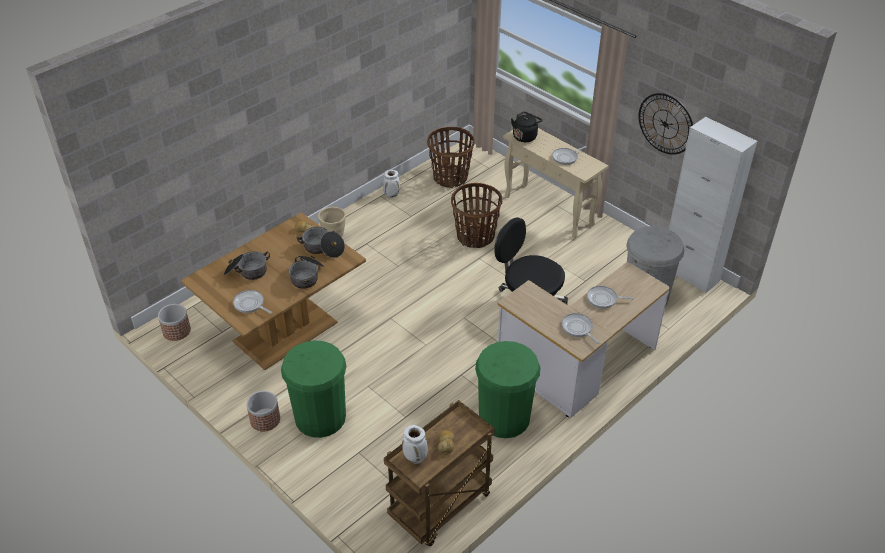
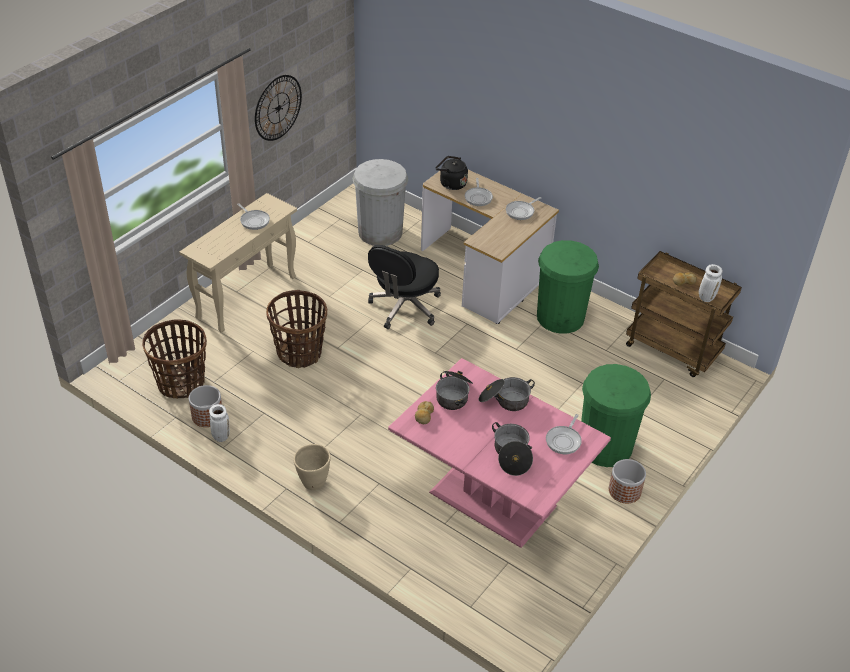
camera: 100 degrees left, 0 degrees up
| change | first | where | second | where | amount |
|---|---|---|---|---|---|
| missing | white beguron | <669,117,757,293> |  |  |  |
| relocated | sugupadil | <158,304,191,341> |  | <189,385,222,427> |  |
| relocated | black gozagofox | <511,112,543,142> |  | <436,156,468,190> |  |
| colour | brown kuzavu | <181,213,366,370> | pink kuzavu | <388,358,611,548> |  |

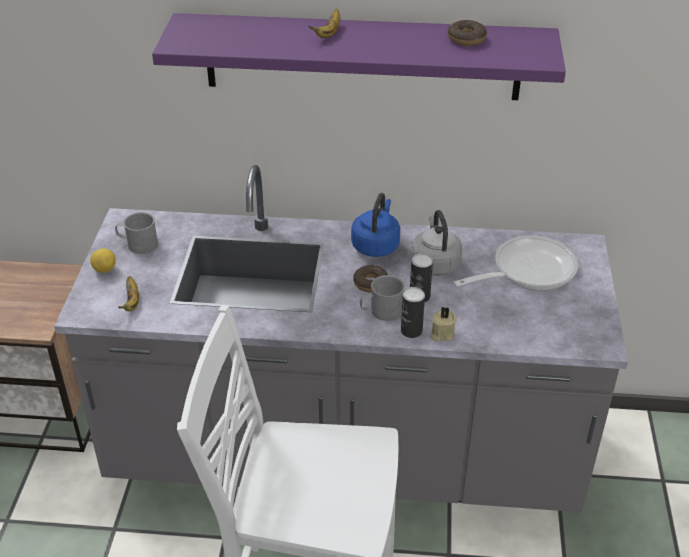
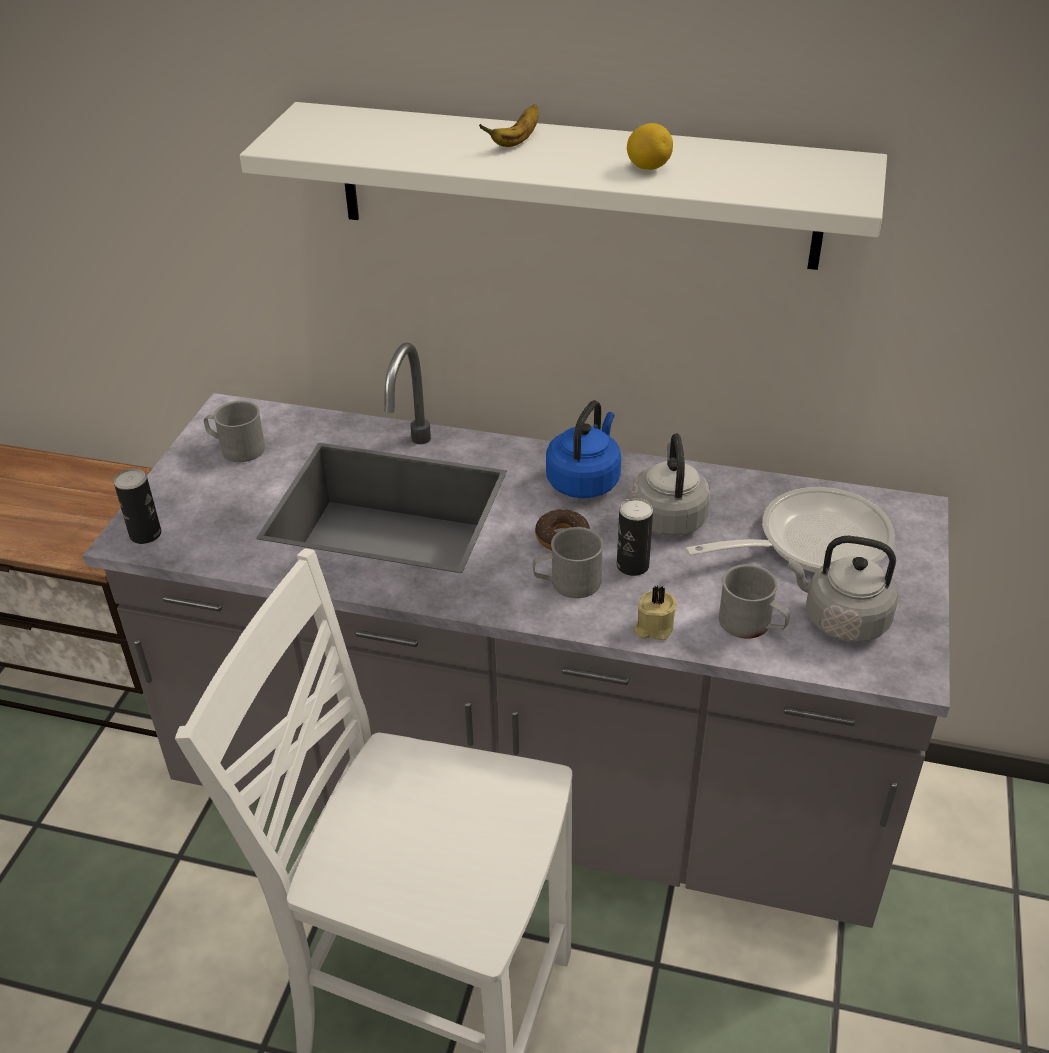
camera: 10 degrees right, 0 degrees up
| change | first | where | second | where | amount |
|---|---|---|---|---|---|
| missing | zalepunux | <118,276,139,311> |  |  |  |
| missing | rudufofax | <448,20,487,46> |  |  |  |
| appeared |  |  | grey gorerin | <719,564,790,639> |  |
| appeared |  |  | grey gozagofox | <788,536,898,643> |  |
| relocated | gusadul | <90,248,116,273> |  | <627,123,673,170> |  |
| relocated | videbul | <401,287,425,338> |  | <114,469,161,544> |  |
| colour | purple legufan | <152,13,566,100> | white legufan | <240,102,887,270> |  |

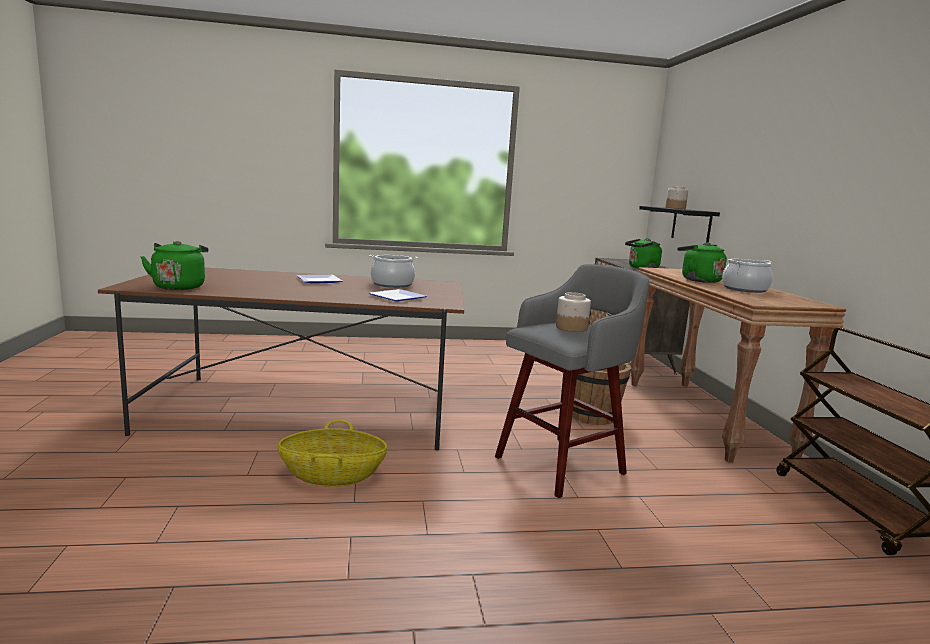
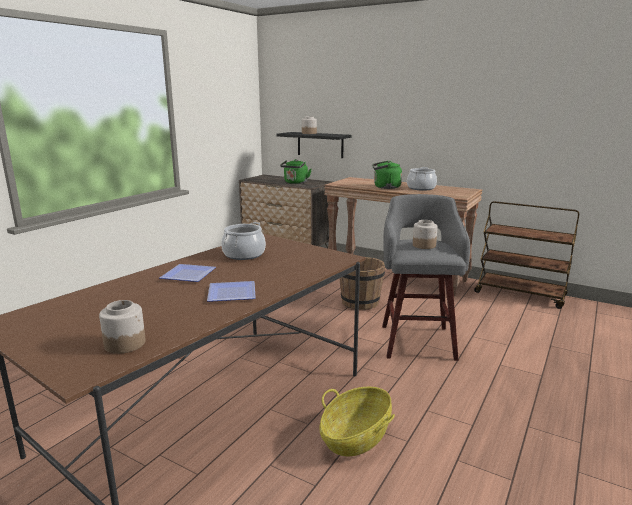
camera: 50 degrees left, 5 degrees up
| change | first | where | second | where | amount |
|---|---|---|---|---|---|
| relocated | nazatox | <369,289,427,301> |  | <207,281,256,302> |  |
| exchanged | green gozagofox | <140,241,208,290> | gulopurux | <99,300,146,354> |  |

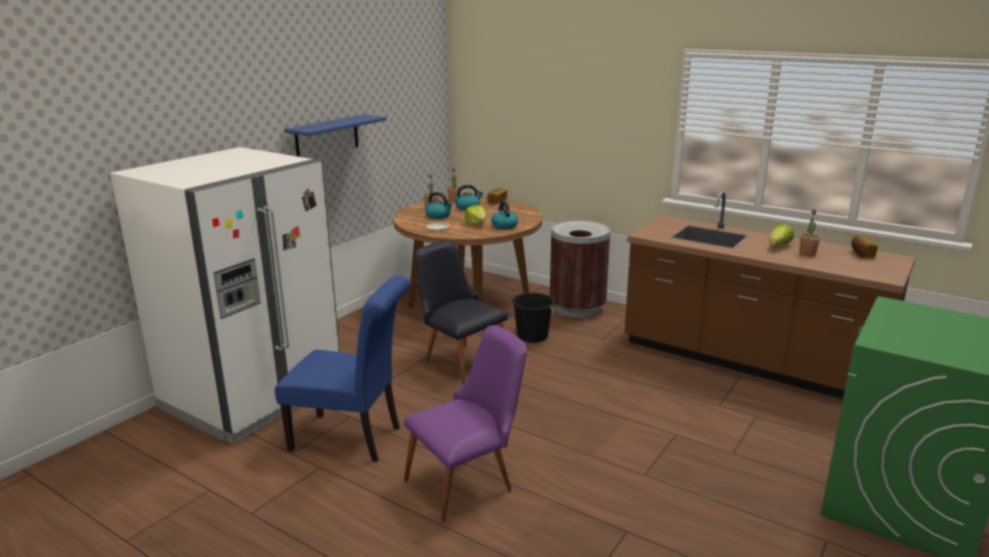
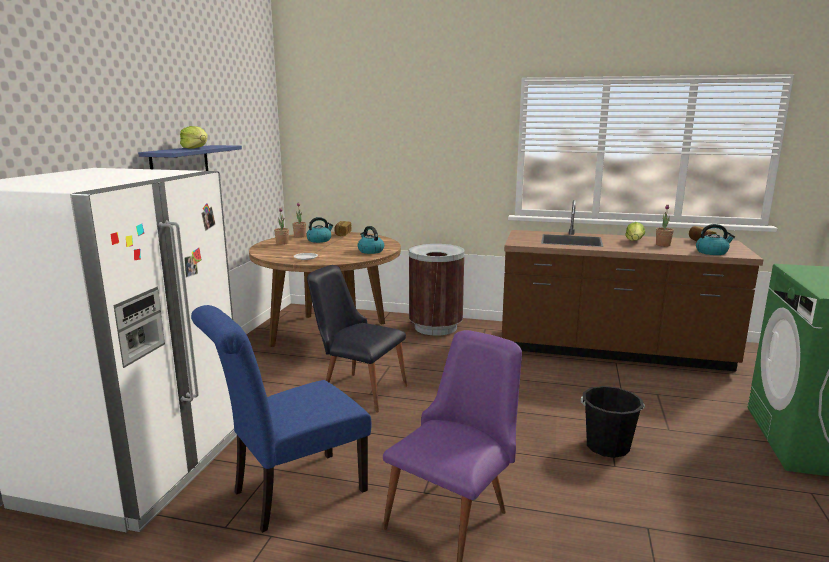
camera: 20 degrees left, 5 degrees down
| change | first | where | second | where | amount |
|---|---|---|---|---|---|
| relocated | gozagofox | <425,192,452,219> |  | <696,224,735,255> |  |
| relocated | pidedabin | <465,205,487,225> |  | <180,126,208,149> |  |
| relocated | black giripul | <512,293,555,343> |  | <581,386,644,458> |  |
| spun | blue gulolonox | <275,276,410,462> |  | <191,305,372,533> | 150 degrees clockwise |

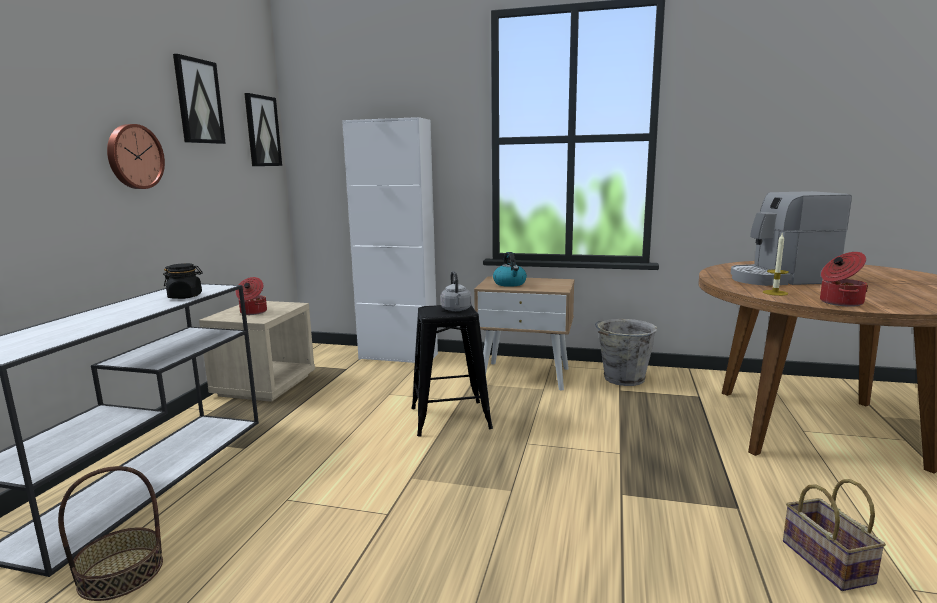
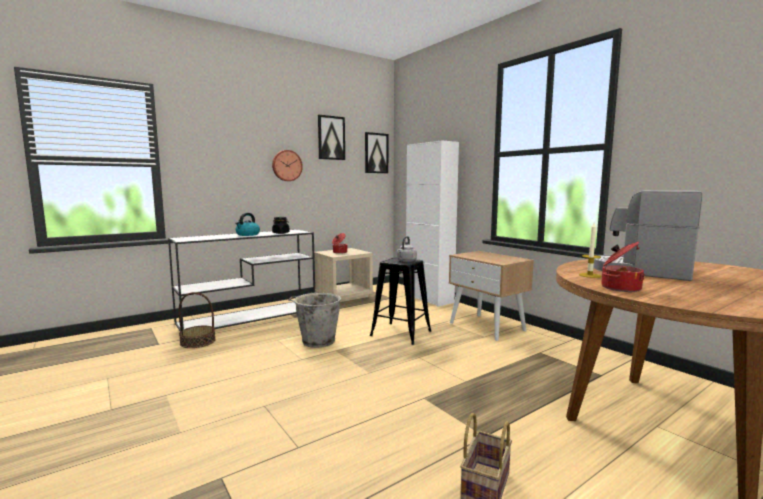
camera: 40 degrees right, 5 degrees down
| change | first | where | second | where | amount |
|---|---|---|---|---|---|
| relocated | gozagofox | <493,252,527,287> |  | <235,213,260,236> |  |
| relocated | grey giripul | <595,319,657,386> |  | <288,292,341,348> |  |

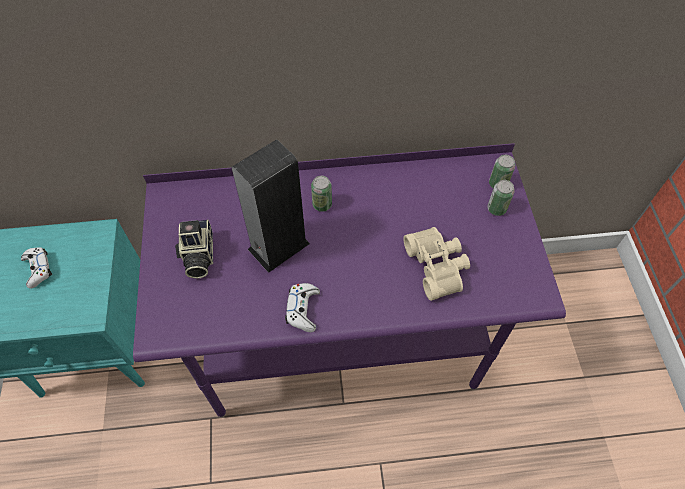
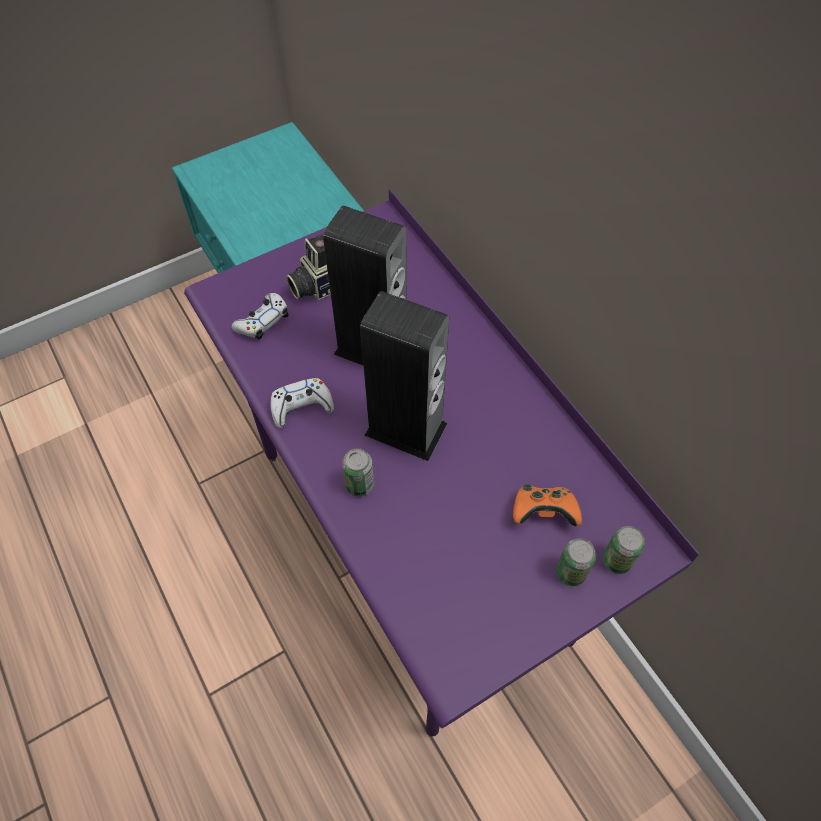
camera: 65 degrees right, 0 degrees up
| change | first | where | second | where | amount |
|---|---|---|---|---|---|
| missing | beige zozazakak | <403,227,470,301> |  |  |  |
| appeared |  |  | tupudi | <360,291,449,461> |  |
| appeared |  |  | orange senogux | <513,484,582,526> |  |
| relocated | white senogux | <21,247,52,289> |  | <232,293,289,340> |  |
| relocated | videbul | <311,176,332,212> |  | <342,448,374,497> |  |

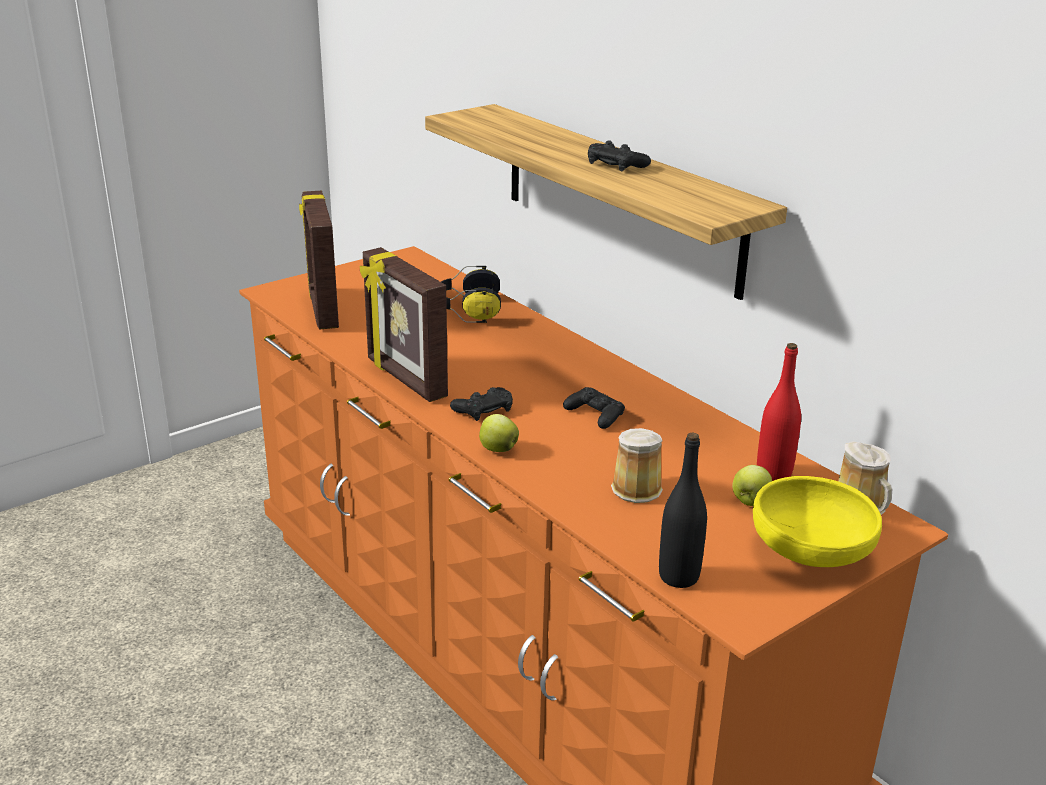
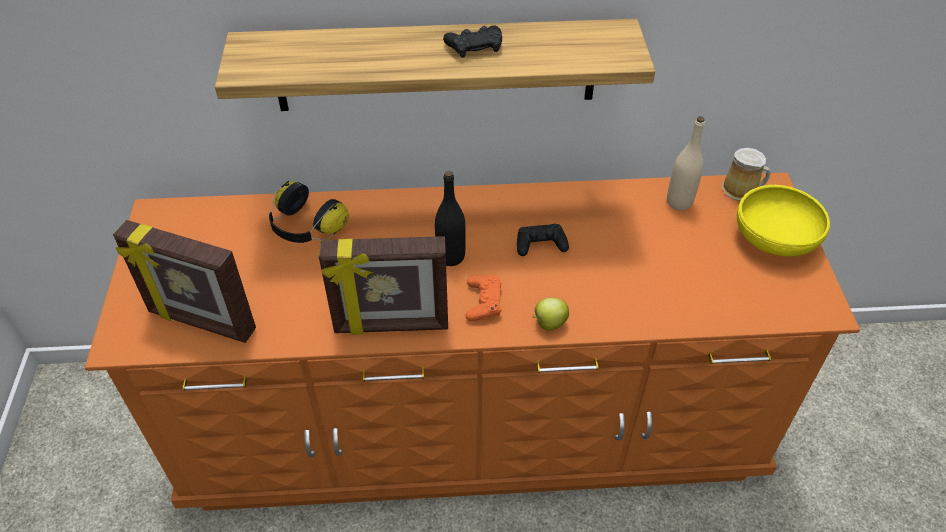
camera: 55 degrees left, 20 degrees up
| change | first | where | second | where | amount |
|---|---|---|---|---|---|
| missing | gorerin | <611,428,663,503> |  |  |  |
| missing | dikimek | <732,465,772,506> |  |  |  |
| relocated | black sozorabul | <659,433,707,588> |  | <435,171,466,266> |  |
| colour | black senogux | <450,387,513,421> | orange senogux | <466,275,502,321> |  |
| colour | red sozorabul | <757,343,801,481> | beige sozorabul | <667,116,705,211> |  |

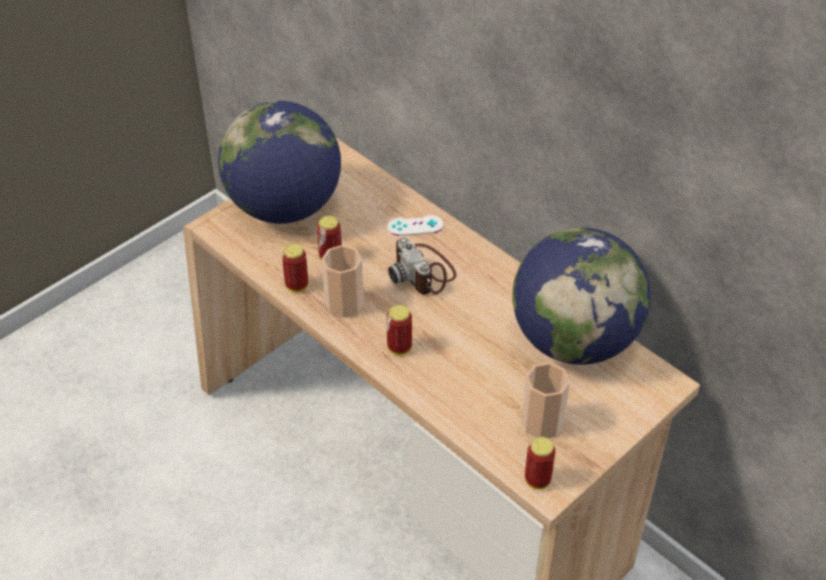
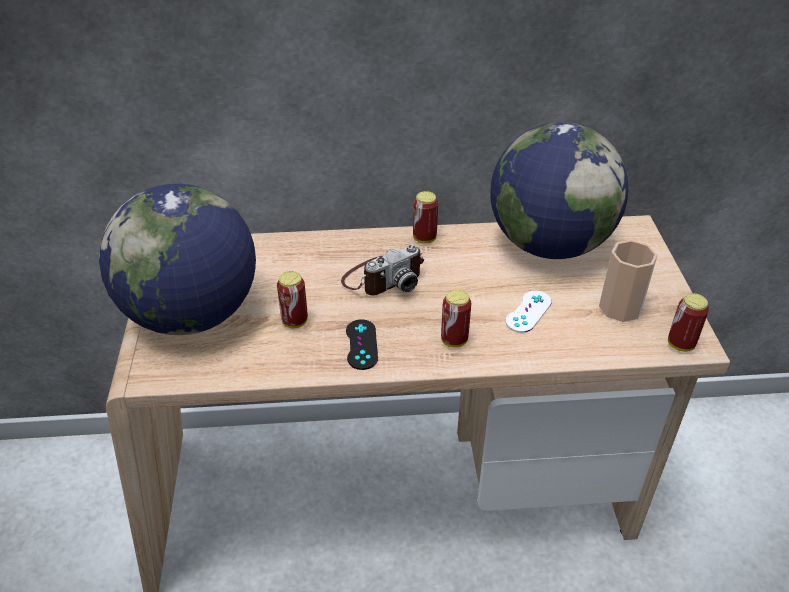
camera: 50 degrees left, 5 degrees down
| change | first | where | second | where | amount |
|---|---|---|---|---|---|
| relocated | videbul | <282,244,308,292> |  | <413,191,438,244> |  |
| relocated | white senogux | <388,215,443,236> |  | <506,291,552,333> |  |
| exchanged | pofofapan | <322,245,364,318> | black senogux | <346,319,378,370> |  |
| spun | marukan | <388,237,456,295> |  | <341,245,424,296> | 45 degrees counterclockwise |

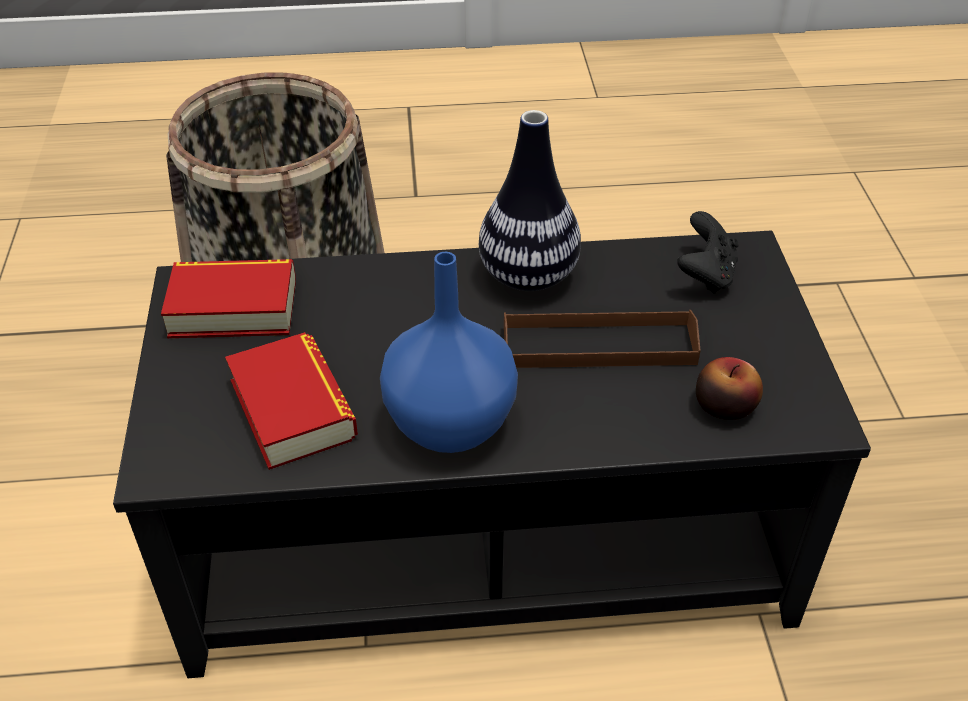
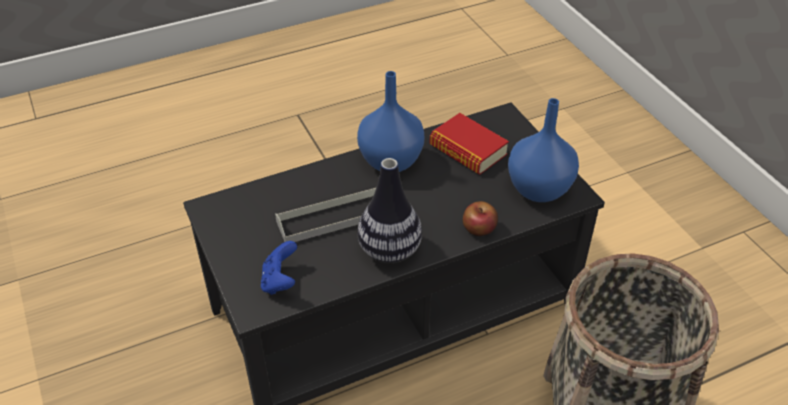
camera: 160 degrees right, 0 degrees up
| change | first | where | second | where | amount |
|---|---|---|---|---|---|
| relocated | dikimek | <696,357,763,420> |  | <462,201,498,236> |  |
| exchanged | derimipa | <161,259,296,338> | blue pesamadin | <508,98,579,202> |  |
| colour | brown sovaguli | <504,310,701,368> | grey sovaguli | <275,188,376,242> |  |
| colour | black senogux | <677,211,739,294> | blue senogux | <261,241,297,295> |  |

